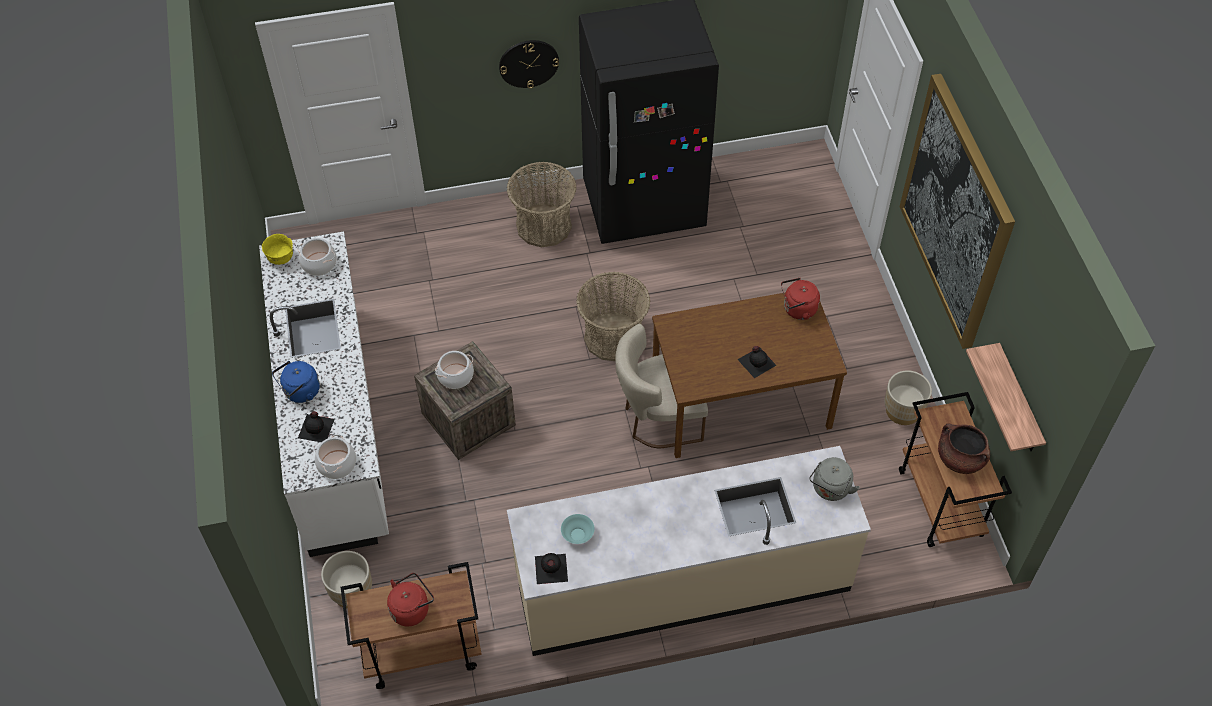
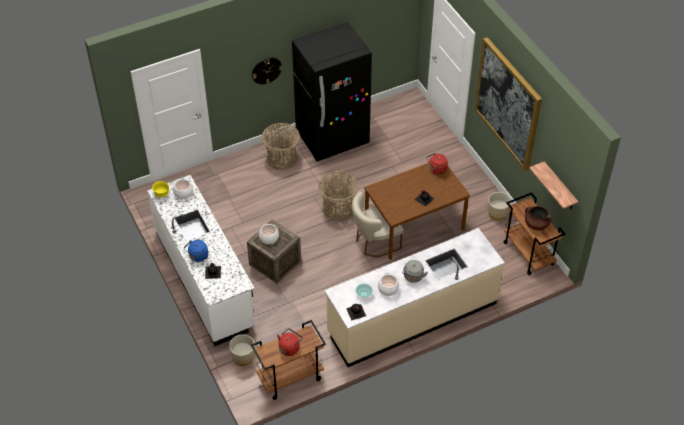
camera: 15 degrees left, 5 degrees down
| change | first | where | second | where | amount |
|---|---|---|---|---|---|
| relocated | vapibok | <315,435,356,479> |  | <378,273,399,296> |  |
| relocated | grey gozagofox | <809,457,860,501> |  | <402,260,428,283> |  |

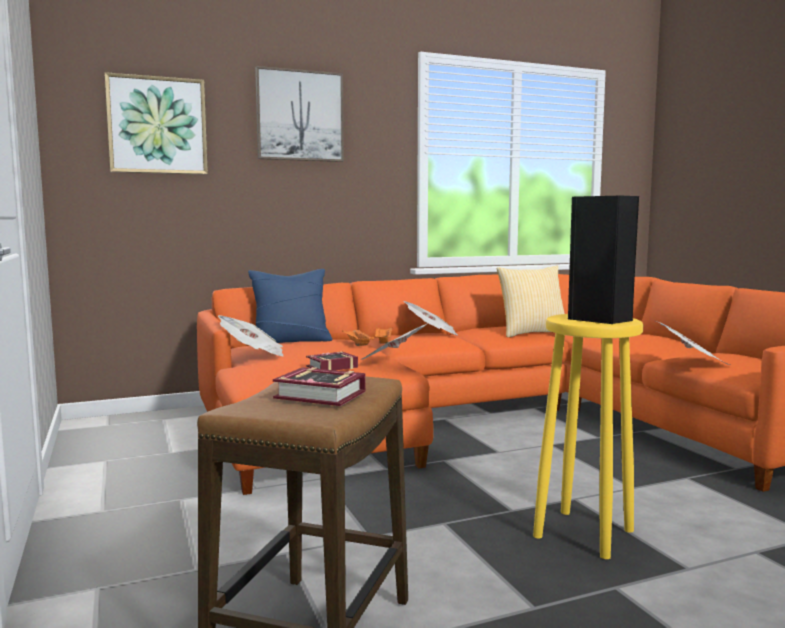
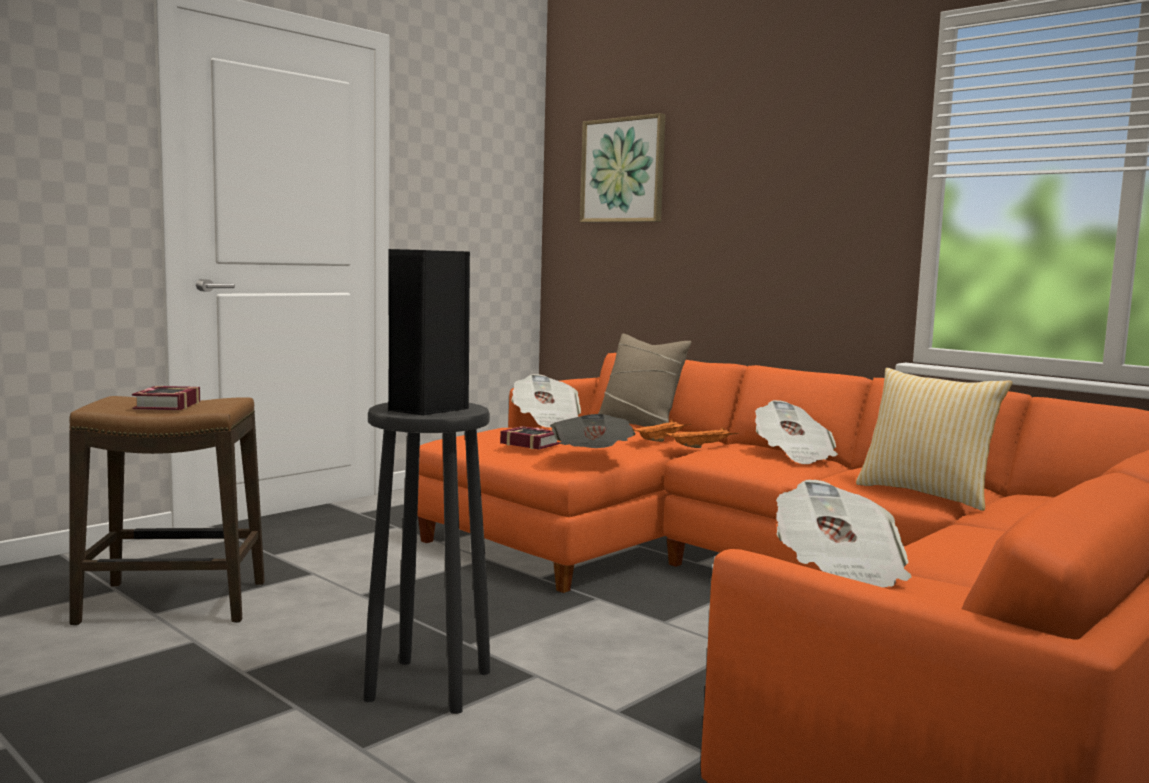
camera: 65 degrees right, 0 degrees up
| change | first | where | second | where | amount |
|---|---|---|---|---|---|
| missing | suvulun | <255,66,344,162> |  |  |  |
| colour | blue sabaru | <248,269,332,343> | beige sabaru | <598,334,692,427> |  |
| colour | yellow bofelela | <533,314,643,559> | black bofelela | <363,403,490,714> |  |

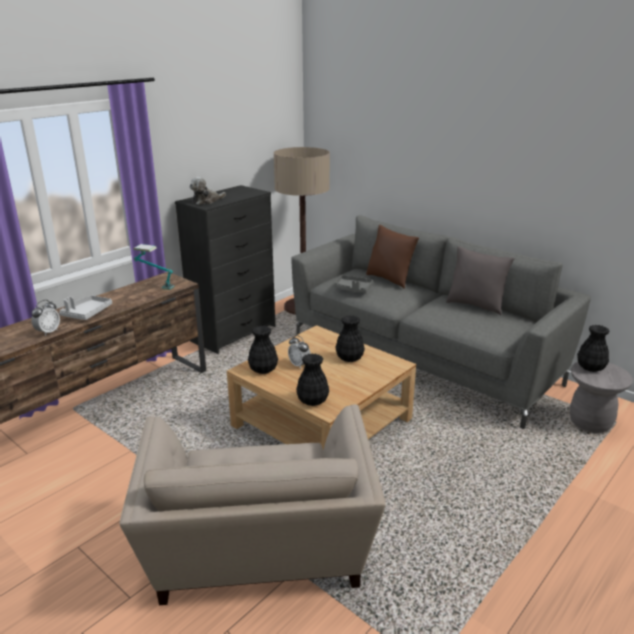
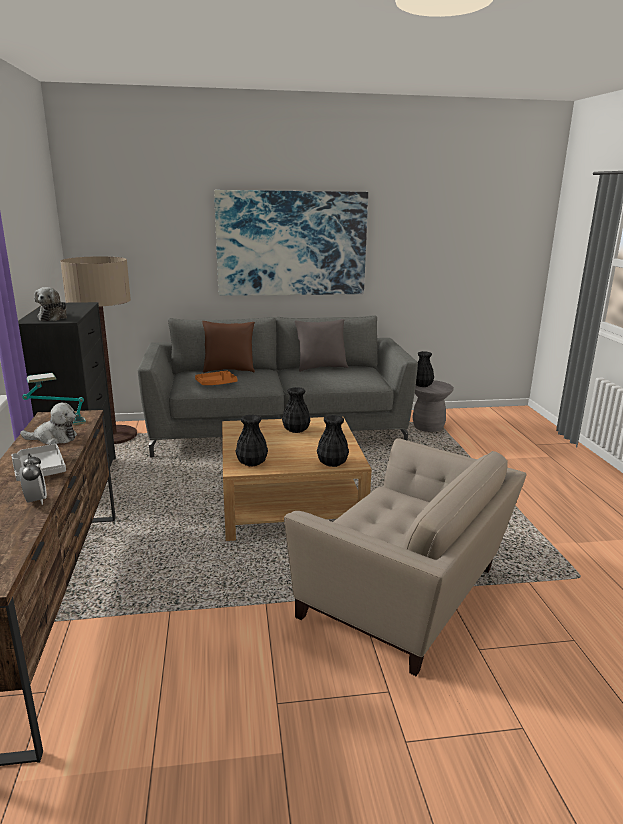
camera: 50 degrees left, 5 degrees down
| change | first | where | second | where | amount |
|---|---|---|---|---|---|
| missing | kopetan | <288,335,311,369> |  |  |  |
| appeared |  |  | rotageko | <20,403,77,445> |  |
| appeared |  |  | suvulun | <214,190,368,296> |  |
| colour | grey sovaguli | <334,275,373,293> | orange sovaguli | <195,371,237,385> |  |

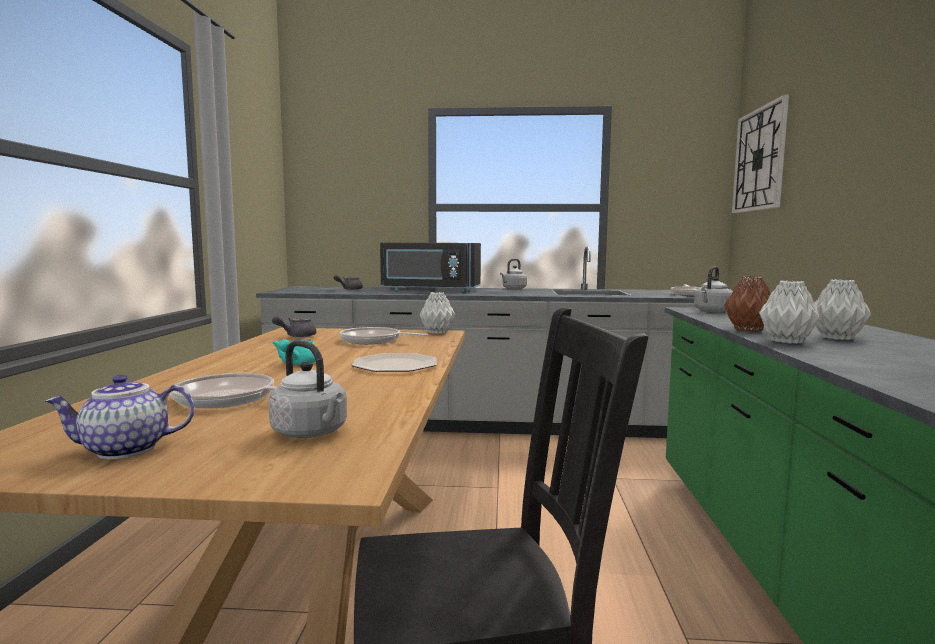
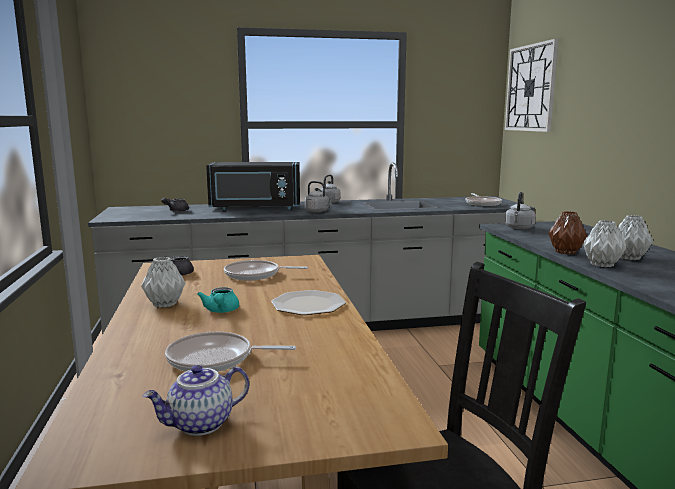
camera: 15 degrees left, 5 degrees up
| change | first | where | second | where | amount |
|---|---|---|---|---|---|
| relocated | grey gozagofox | <269,340,347,438> |  | <305,181,334,212> |  |
| relocated | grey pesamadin | <419,292,455,334> |  | <141,257,185,308> |  |

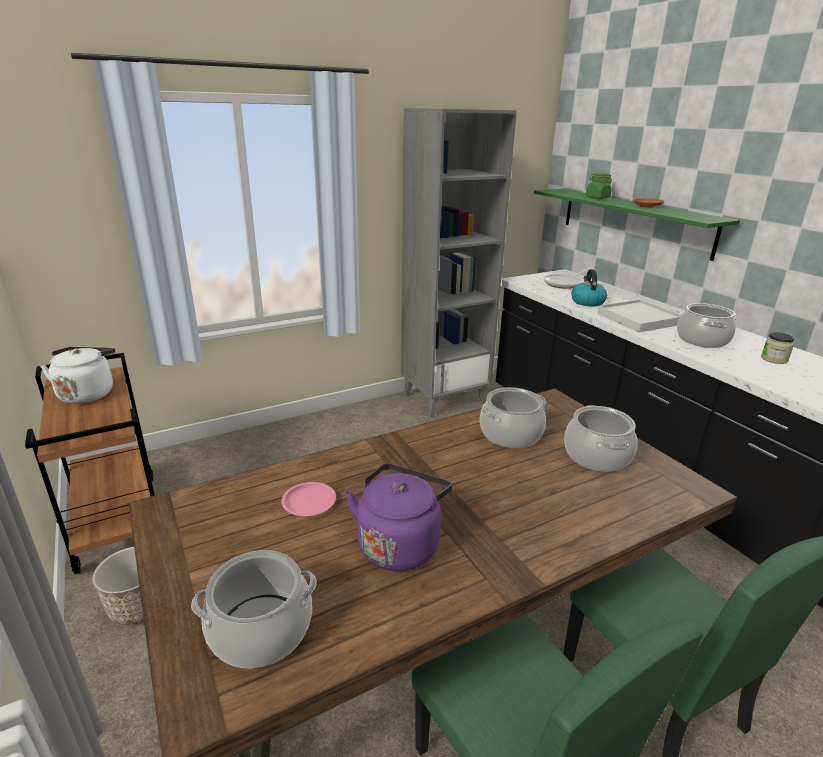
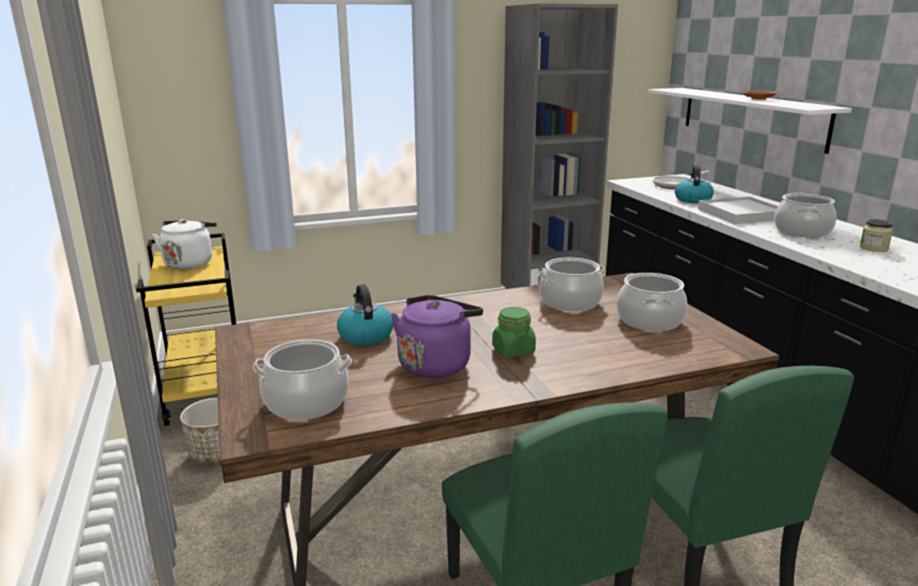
camera: 10 degrees right, 5 degrees down
| change | first | where | second | where | amount |
|---|---|---|---|---|---|
| relocated | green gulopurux | <586,173,612,199> |  | <492,307,536,358> |  |
| exchanged | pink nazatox | <281,482,336,516> | gozagofox | <337,284,393,345> |  |
| colour | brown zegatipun | <25,353,155,574> | yellow zegatipun | <136,233,236,426> |  |
| colour | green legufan | <534,189,740,261> | white legufan | <648,88,852,154> |  |

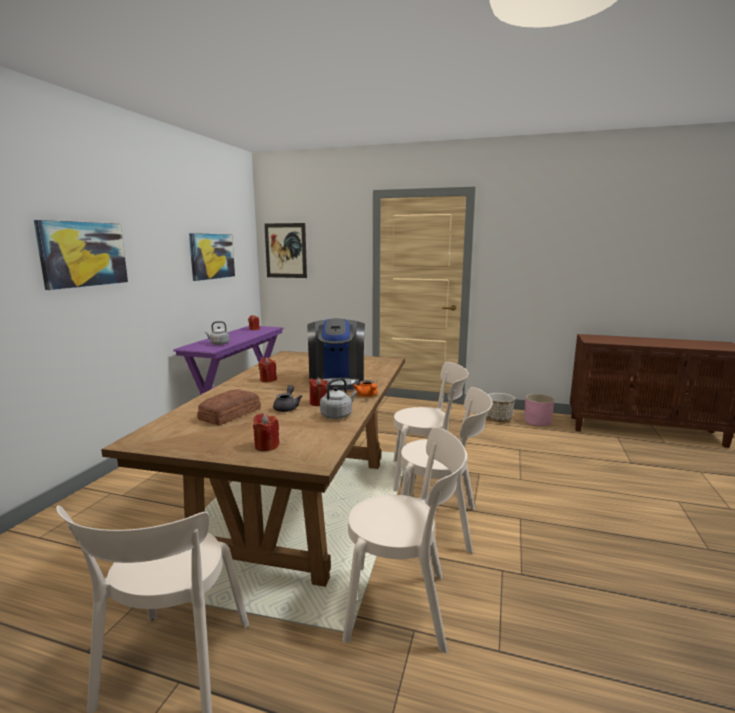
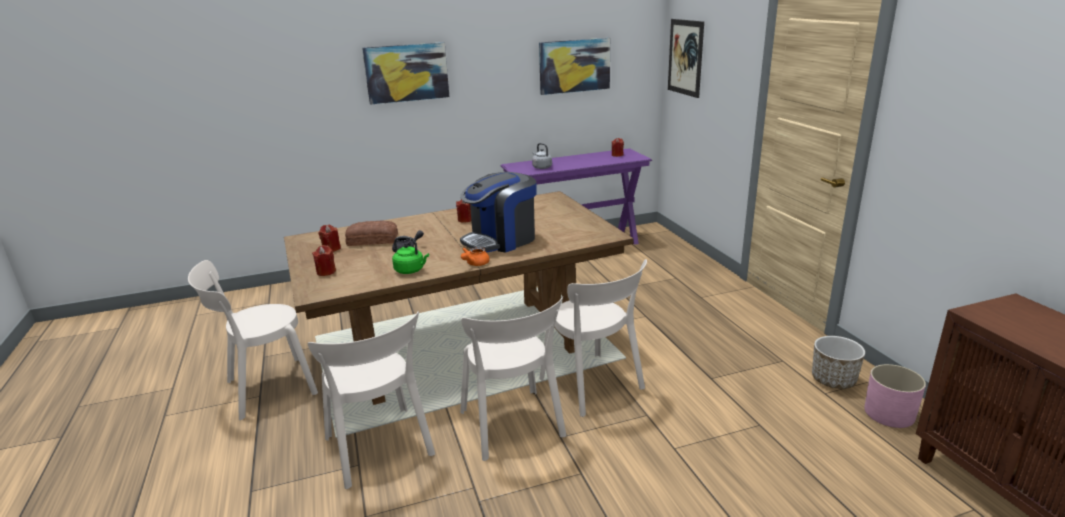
camera: 55 degrees right, 10 degrees up
| change | first | where | second | where | amount |
|---|---|---|---|---|---|
| relocated | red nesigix | <309,377,328,406> |  | <318,225,341,252> |  |
| colour | grey gozagofox | <320,378,357,419> | green gozagofox | <392,236,429,274> |  |

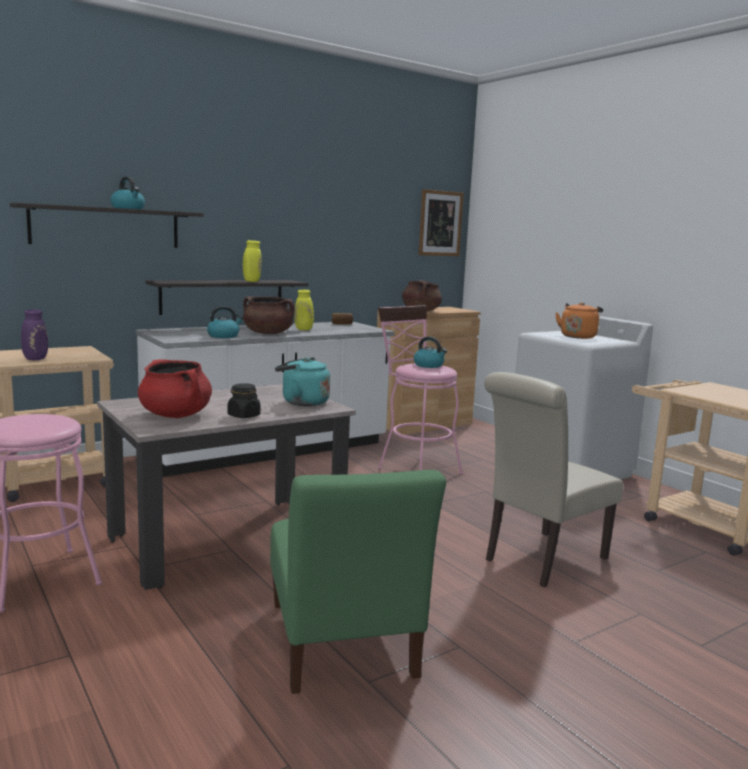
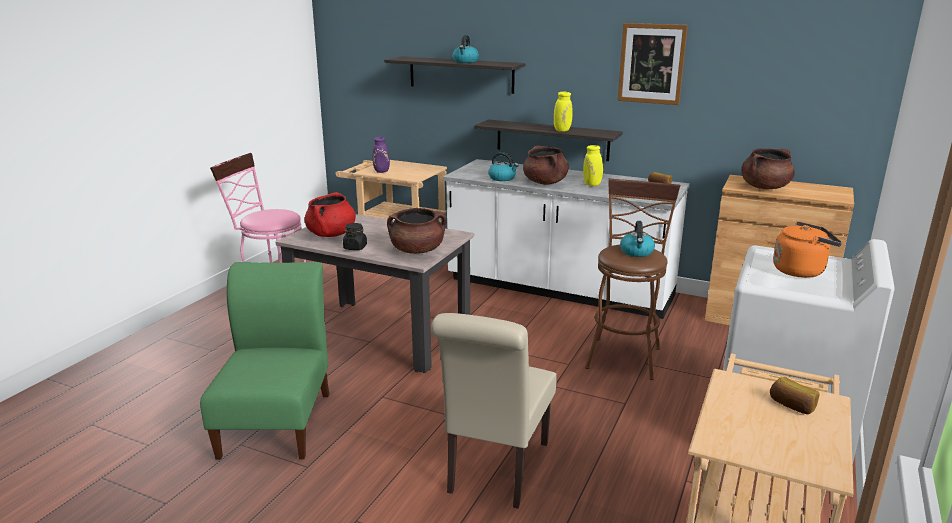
camera: 60 degrees right, 10 degrees up
| change | first | where | second | where | amount |
|---|---|---|---|---|---|
| appeared |  |  | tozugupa | <770,377,820,414> |  |
| relocated | suvulun | <419,189,464,256> |  | <618,23,688,105> |  |
| exchanged | turquoise gozagofox | <275,357,330,406> | brown vapibok | <387,208,447,254> |  |
| colour | pink bofelela | <378,305,463,475> | brown bofelela | <585,179,680,380> |  |
| spun | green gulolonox | <270,470,446,694> |  | <200,262,330,460> | 135 degrees clockwise |
| spun | beige gulolonox | <484,372,624,587> |  | <431,313,557,509> | 90 degrees counterclockwise |

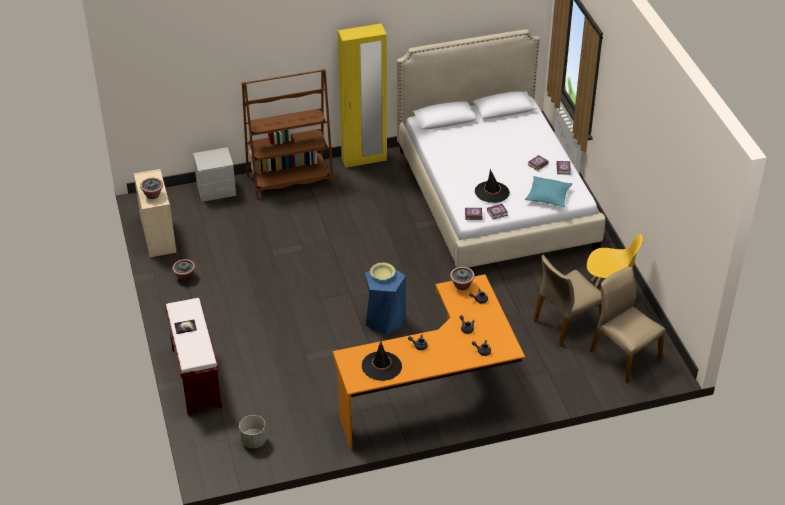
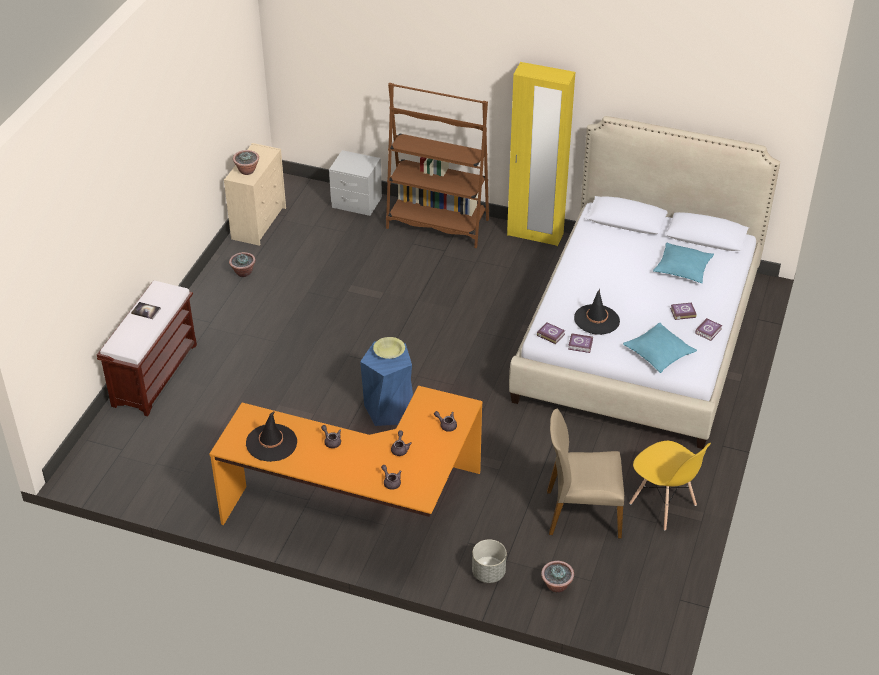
camera: 35 degrees right, 0 degrees up
| change | first | where | second | where | amount |
|---|---|---|---|---|---|
| missing | beige gulolonox | <590,267,666,383> |  |  |  |
| appeared |  |  | turquoise sabaru | <653,243,714,283> |  |
| relocated | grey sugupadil | <239,415,267,449> |  | <472,539,506,583> |  |
| relocated | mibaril | <450,267,475,290> |  | <541,561,574,593> |  |

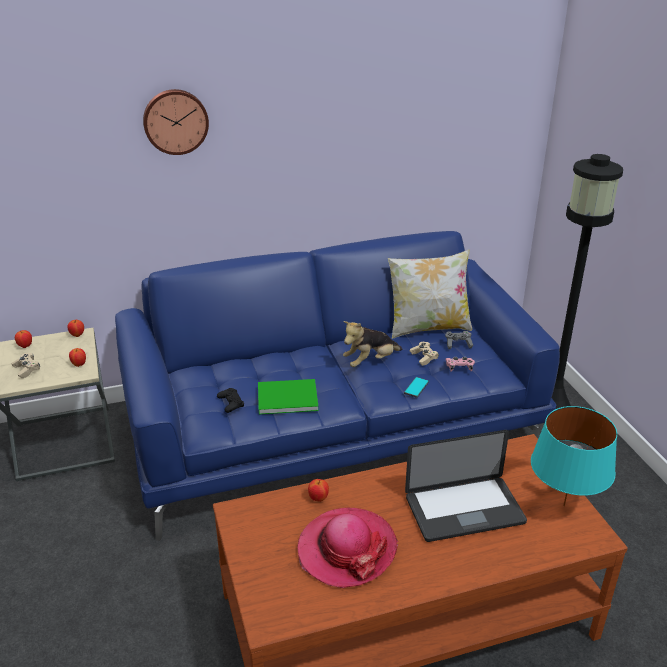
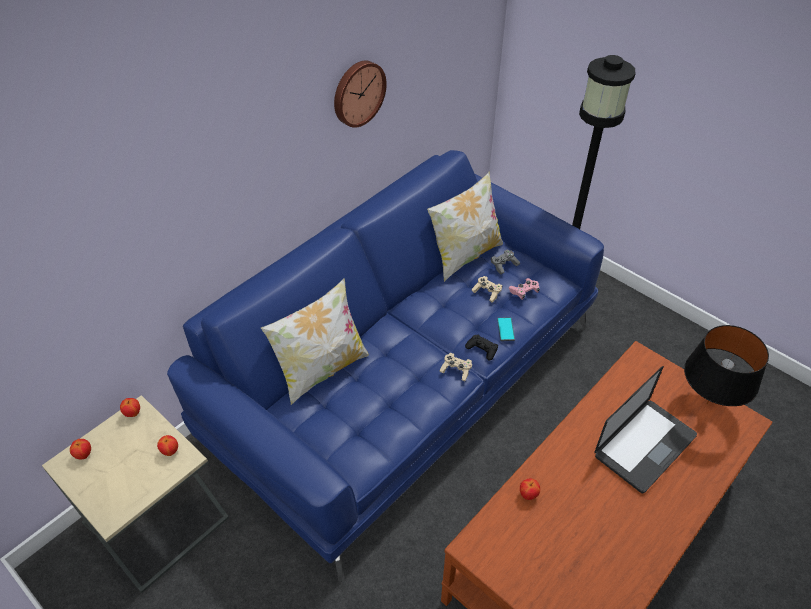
camera: 30 degrees left, 15 degrees up
| change | first | where | second | where | amount |
|---|---|---|---|---|---|
| missing | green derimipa | <258,379,319,414> |  |  |  |
| missing | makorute | <297,508,398,588> |  |  |  |
| missing | rotageko | <343,321,403,367> |  |  |  |
| appeared |  |  | sabaru | <261,278,369,405> |  |
| relocated | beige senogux | <11,353,40,378> |  | <439,353,472,381> |  |
| relocated | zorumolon | <143,89,209,155> |  | <334,61,387,128> |  |
| relocated | black senogux | <217,388,244,413> |  | <465,334,498,360> |  |
| colour | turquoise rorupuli | <531,406,617,506> | black rorupuli | <684,325,769,406> |  |

